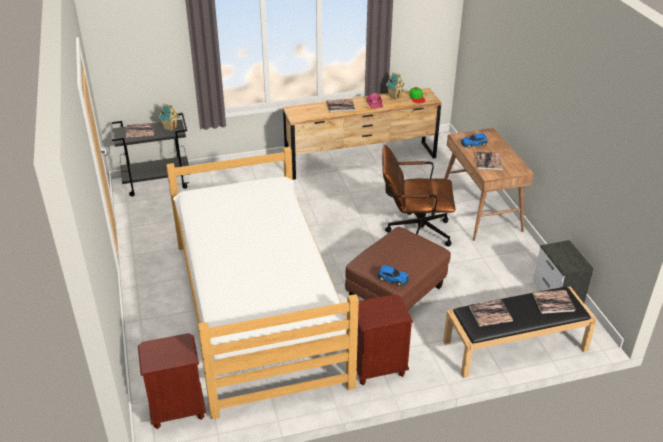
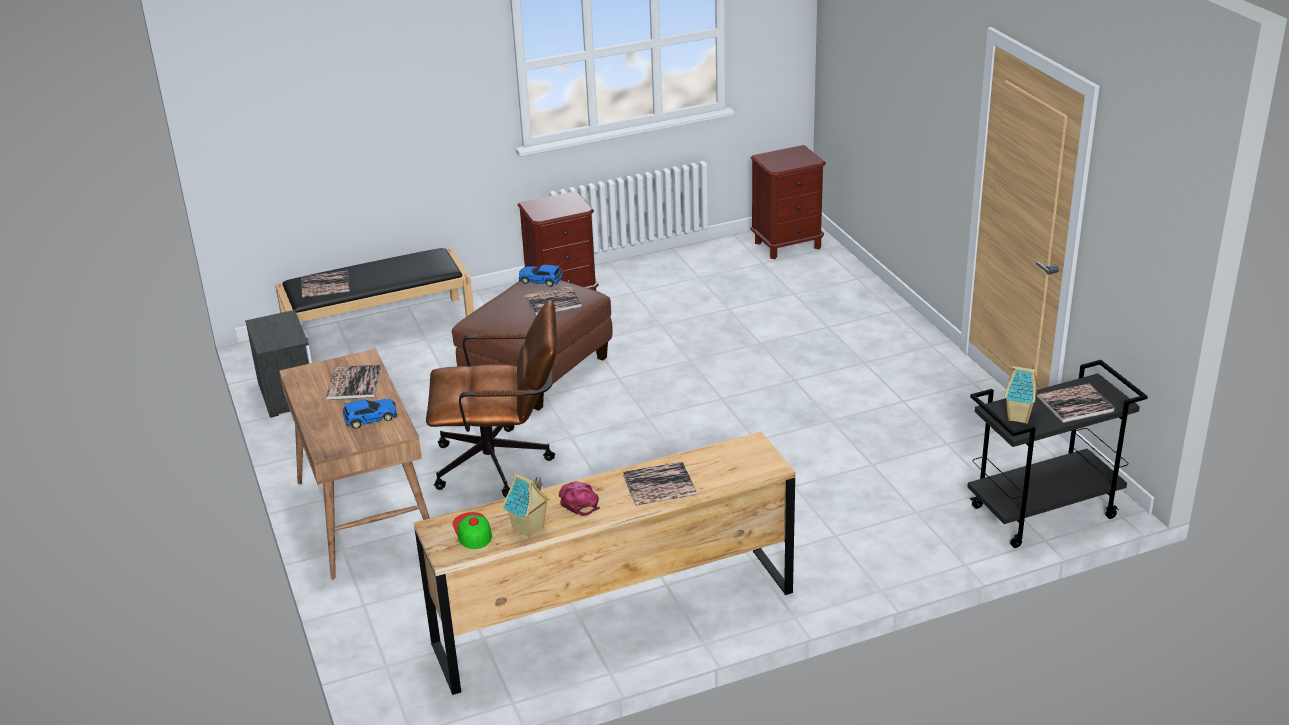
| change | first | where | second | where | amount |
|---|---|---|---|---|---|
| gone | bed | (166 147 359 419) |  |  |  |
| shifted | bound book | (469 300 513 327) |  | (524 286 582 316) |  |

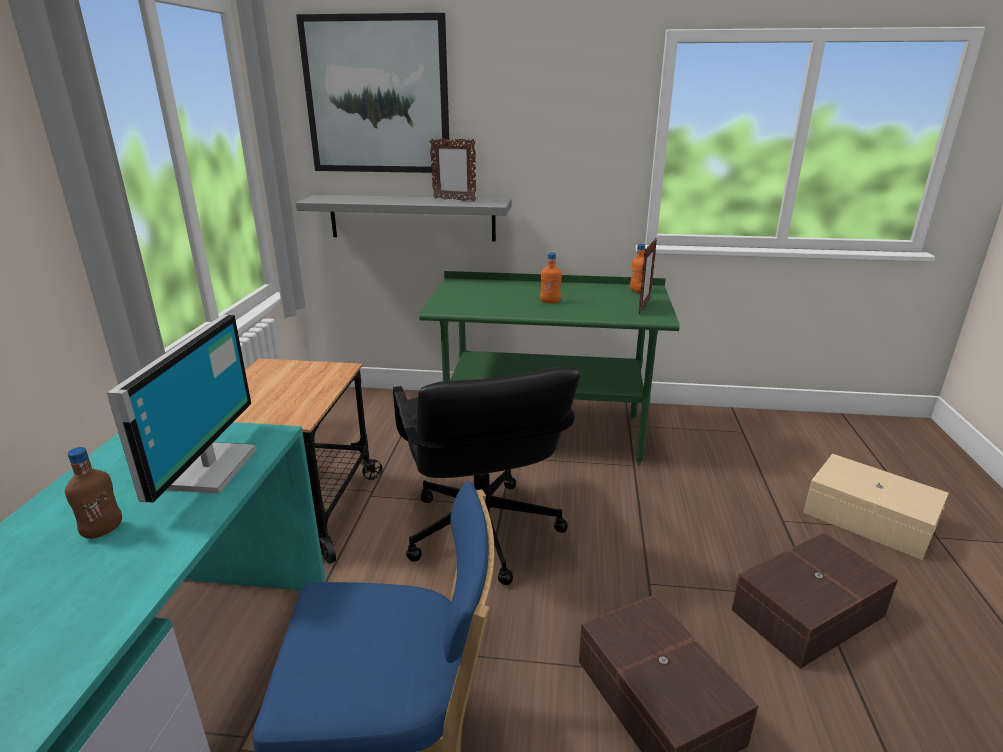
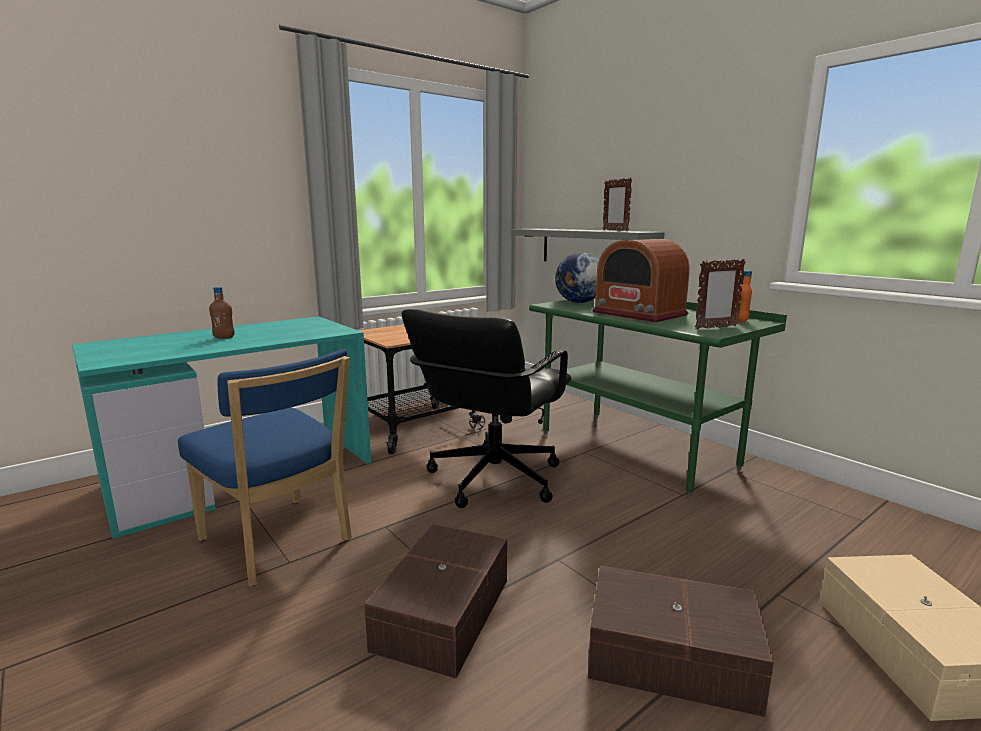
| change | first | where | second | where | amount |
|---|---|---|---|---|---|
| gone | computer screen | (107 315 257 503) |  |  |  |
| gone | wall art | (296 13 450 173) |  |  |  |
| new |  |  | world globe | (555 252 599 303) |  |
| swapped | bottle in orange | (540 252 562 304) | radio | (592 239 690 322) |  |

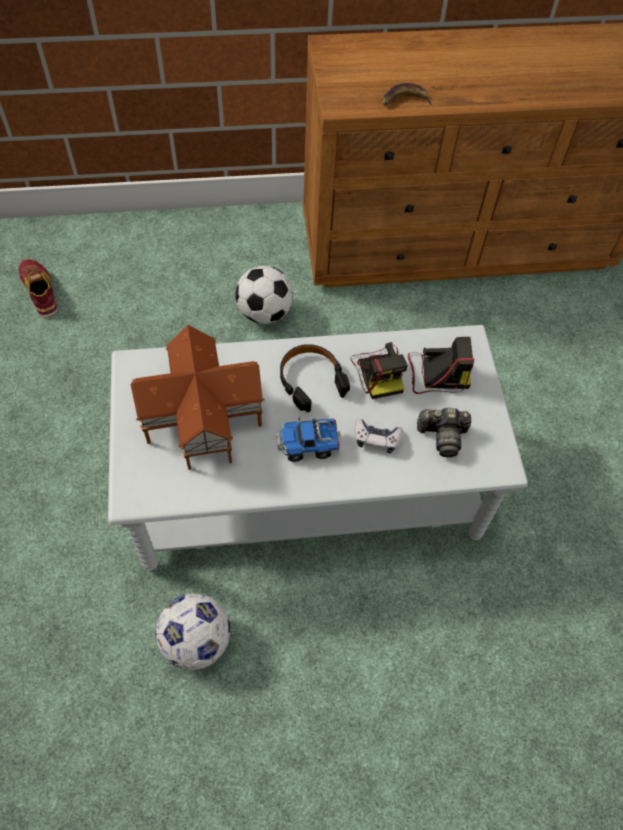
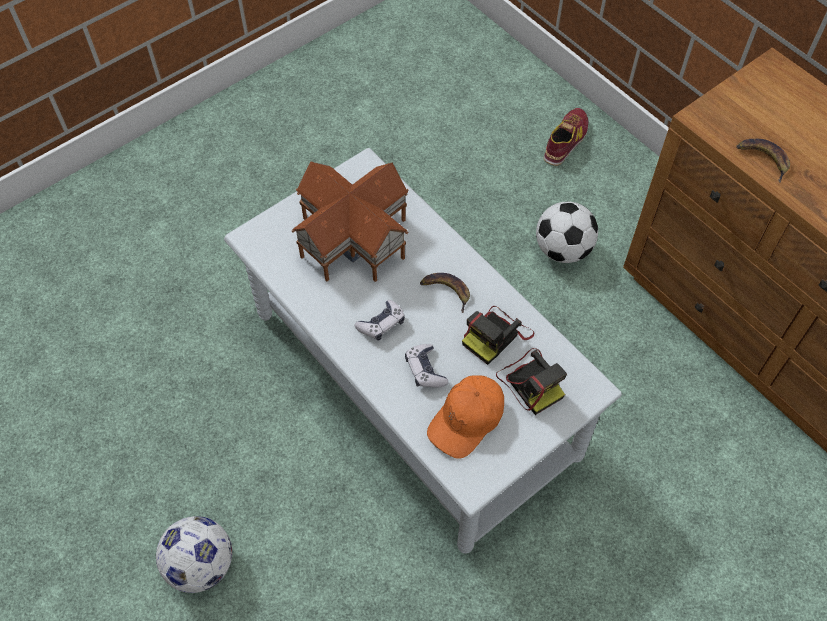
| change | first | where | second | where | amount |
|---|---|---|---|---|---|
| shifted | shoe | (18 259 58 318) |  | (544 108 588 166) |  |
| shifted | football | (155 594 231 670) |  | (156 516 233 593) |  |
| swapped | toy lorry | (276 418 341 462) | gamepad | (354 300 405 341) |  |
| swapped | headphones in black-coloured | (280 344 350 412) | banana | (420 273 470 313) |  |
| swapped | still camera | (417 408 471 457) | baseball cap in orange | (427 375 504 459) |  |

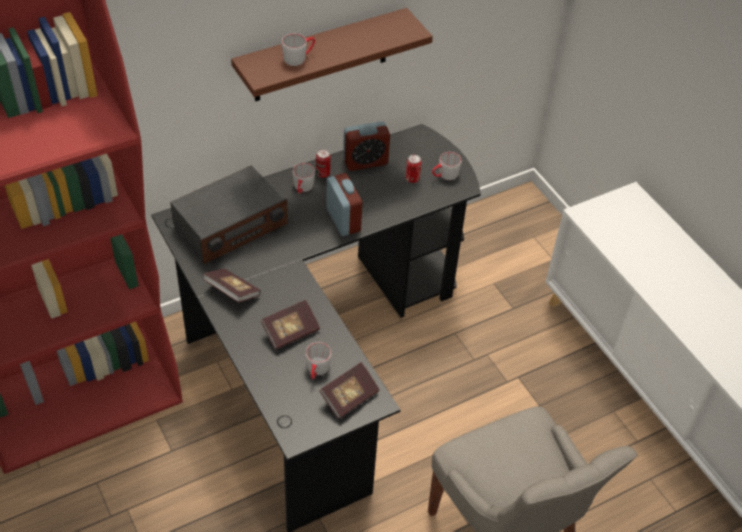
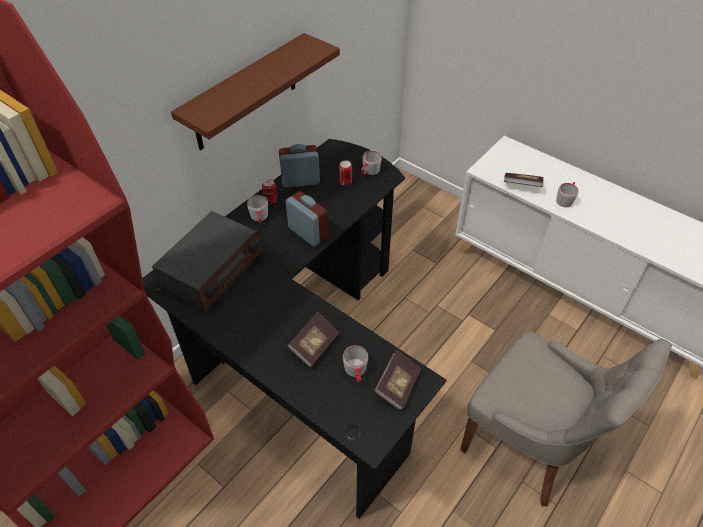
| change | first | where | second | where | amount |
|---|---|---|---|---|---|
| shifted | bound book | (203 269 261 302) |  | (504 173 544 187) |  |
| shifted | coffee mug in grey | (281 34 315 66) |  | (556 182 578 207) |  |
| rotated | alarm clock | (343 121 390 171) |  | (279 144 320 188) | 150 degrees counterclockwise |

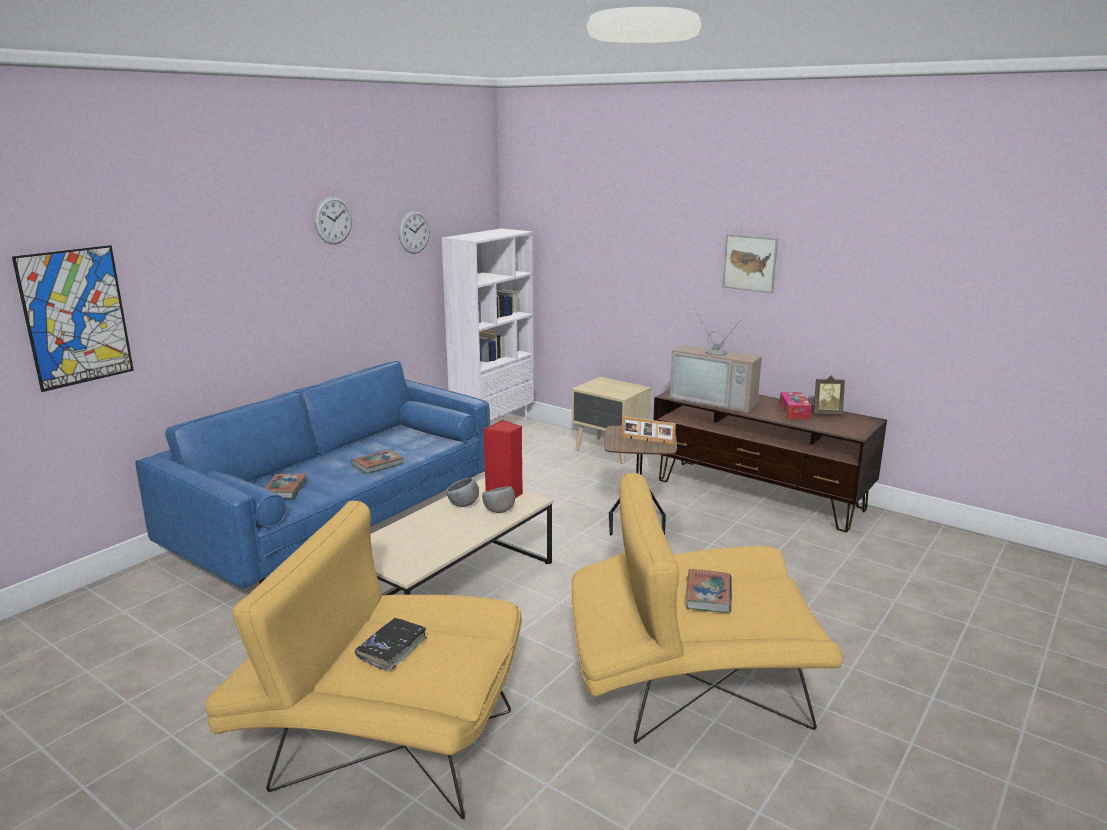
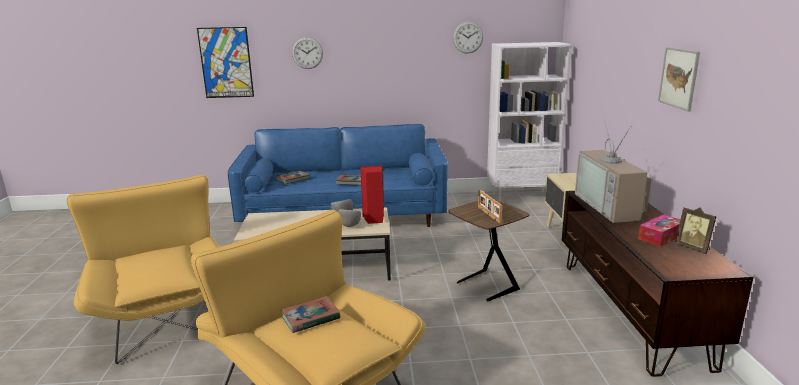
| change | first | where | second | where | amount |
|---|---|---|---|---|---|
| gone | bound book in black-coloured | (355 618 427 672) |  |  |  |
| shifted | clock on the wall | (314 196 352 244) |  | (292 37 323 69) |  |

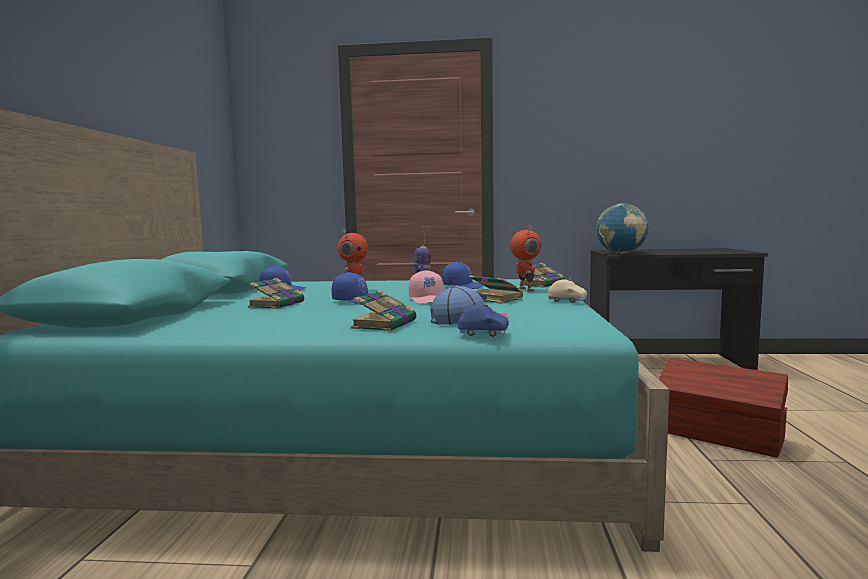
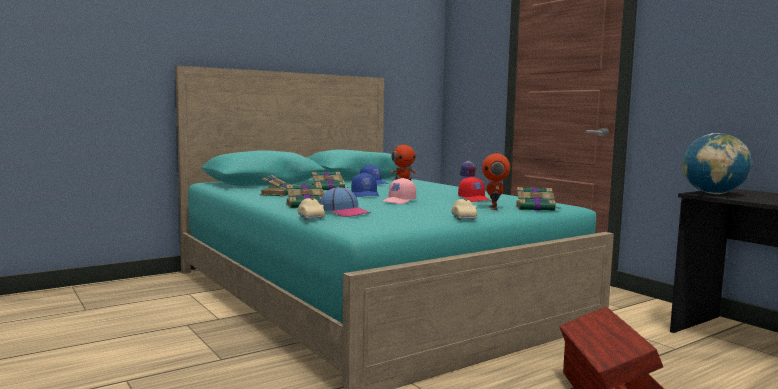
| change | first | where | second | where | amount |
|---|---|---|---|---|---|
| shifted | bound book | (469 275 523 304) |  | (260 175 290 196) |  |
| repainted | baseball cap in bluish | (442 262 484 289) | baseball cap in red | (458 177 491 202) |  |
| repainted | miniature car in bluish | (458 300 509 337) | miniature car in beige-coloured | (297 196 325 220) |  |
| rotated | toy robot | (510 225 541 292) |  | (482 148 510 210) | 150 degrees clockwise |

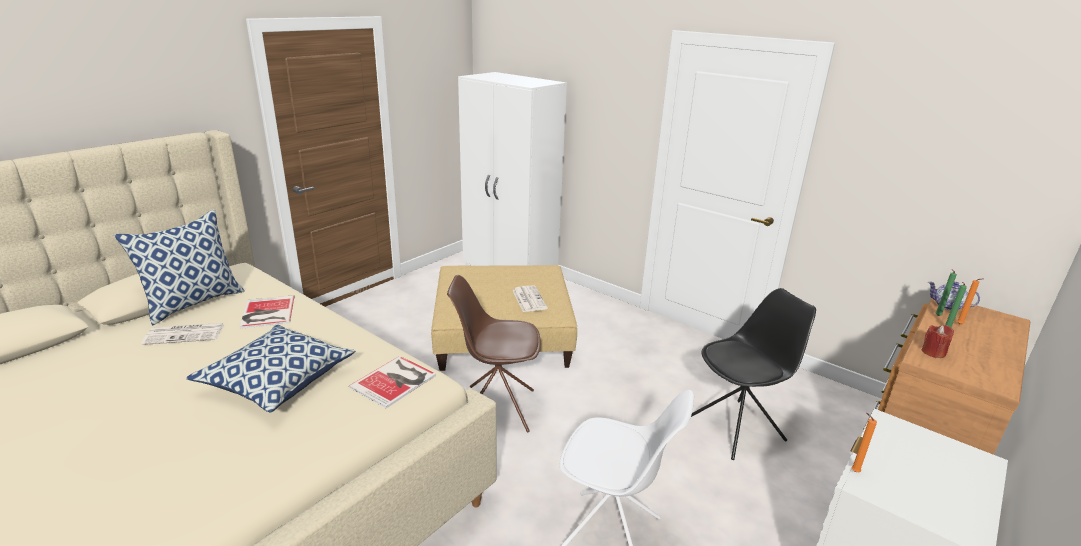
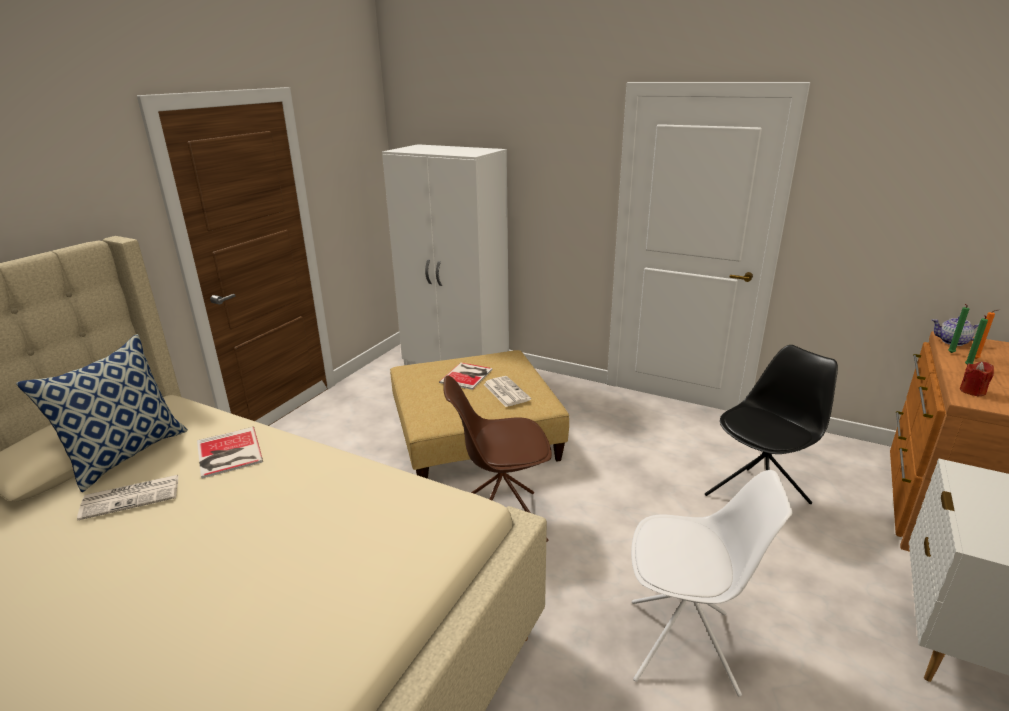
| change | first | where | second | where | amount |
|---|---|---|---|---|---|
| gone | throw pillow | (186 325 355 413) |  |  |  |
| gone | wax light in orange | (851 413 877 472) |  |  |  |
| shifted | bound book | (349 356 436 409) |  | (439 362 493 390) |  |

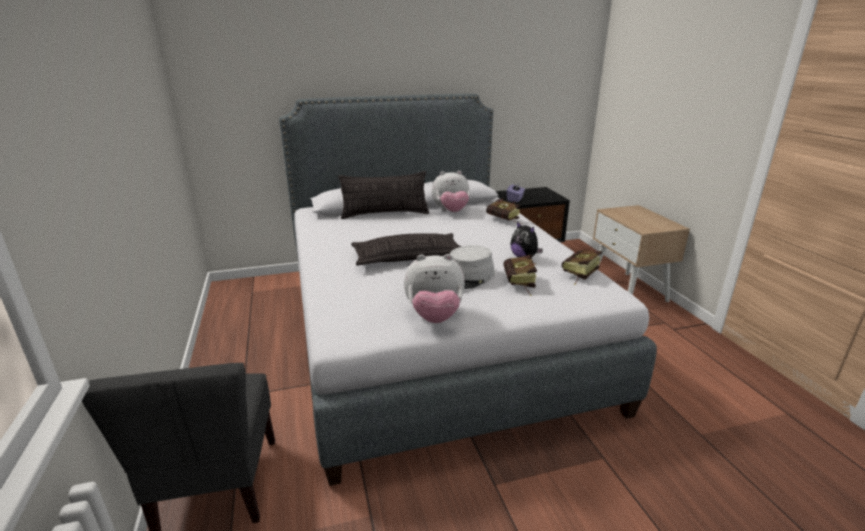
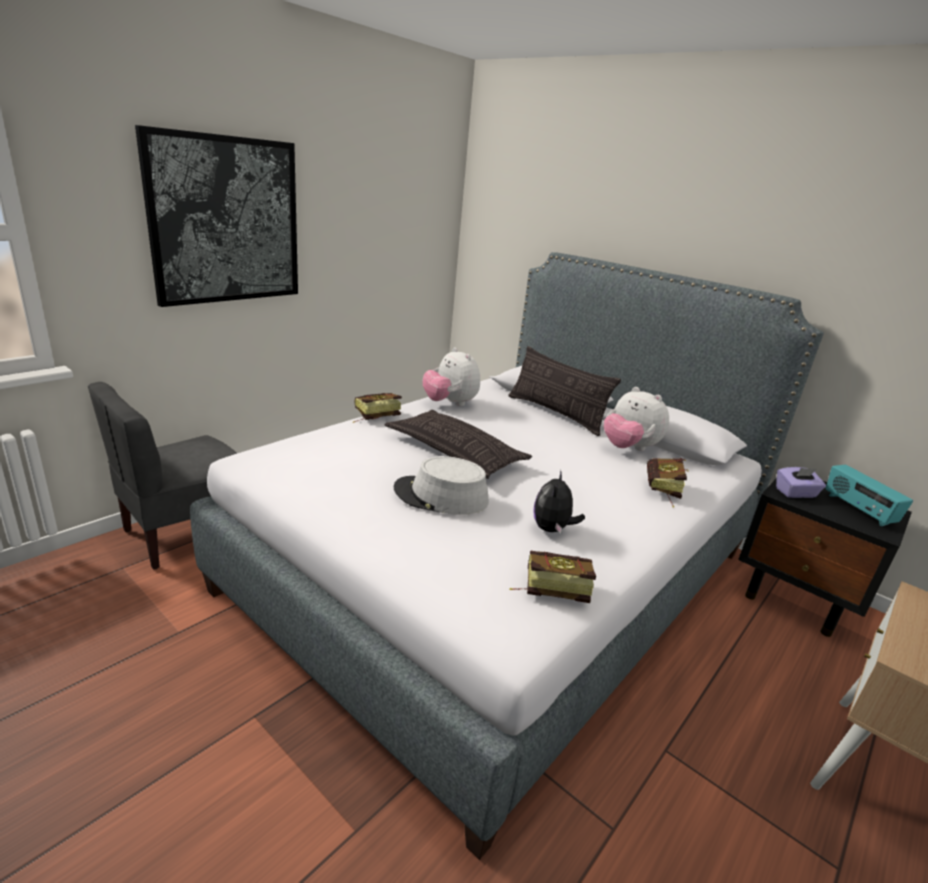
| change | first | where | second | where | amount |
|---|---|---|---|---|---|
| new |  |  | wall art | (135 125 298 307) |  |
| new |  |  | radio | (826 465 913 527) |  |
| shifted | soft toy | (404 254 465 323) |  | (423 347 480 406) |  |
| shifted | bound book | (503 255 537 296) |  | (353 393 402 423) |  |

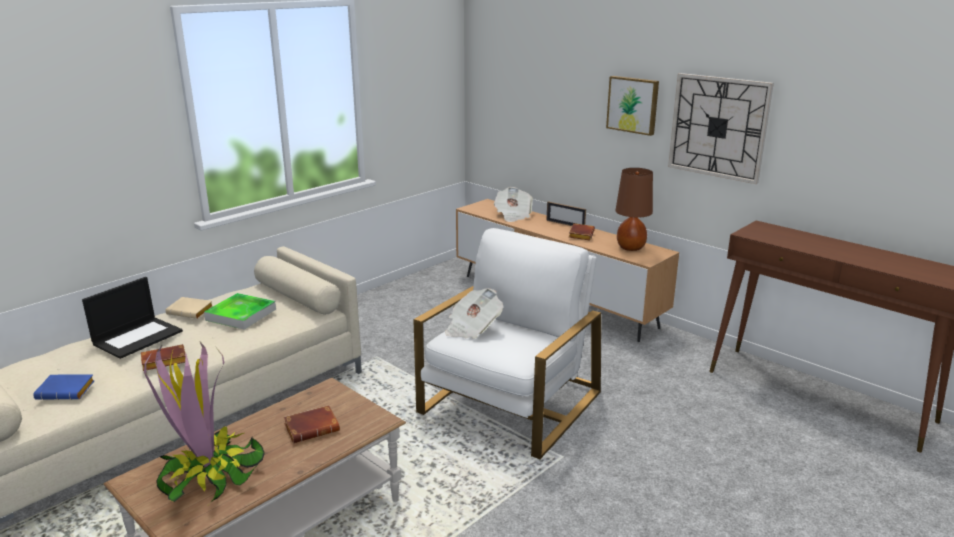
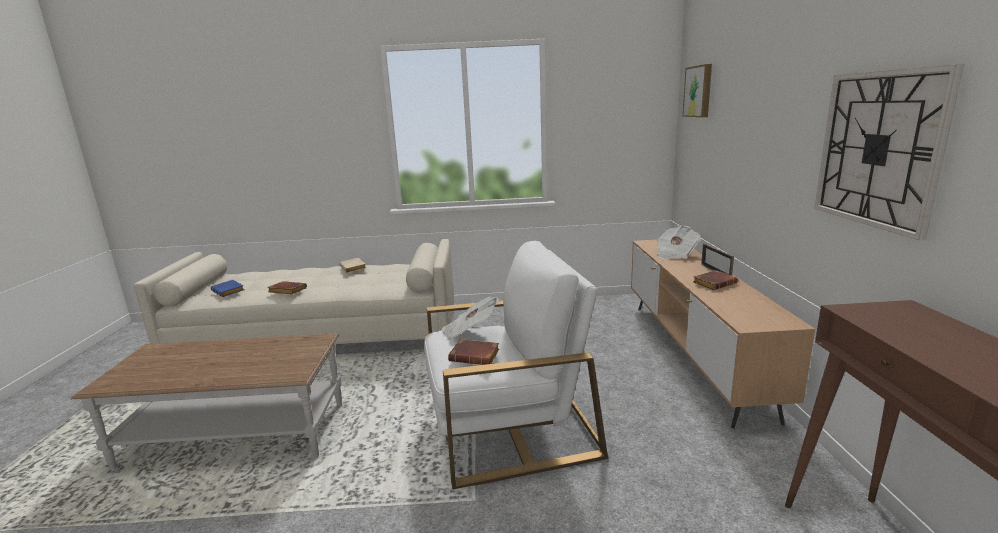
| change | first | where | second | where | amount |
|---|---|---|---|---|---|
| gone | portable computer | (82 277 183 359) |  |  |  |
| gone | houseplant | (144 342 265 504) |  |  |  |
| gone | carrying tray | (204 293 276 330) |  |  |  |
| gone | tabletop lamp in brown | (615 168 653 251) |  |  |  |
| shifted | bound book in brown | (284 405 340 443) |  | (448 339 499 365) |  |
| shifted | wall art | (606 76 659 136) |  | (683 64 712 117) |  |

